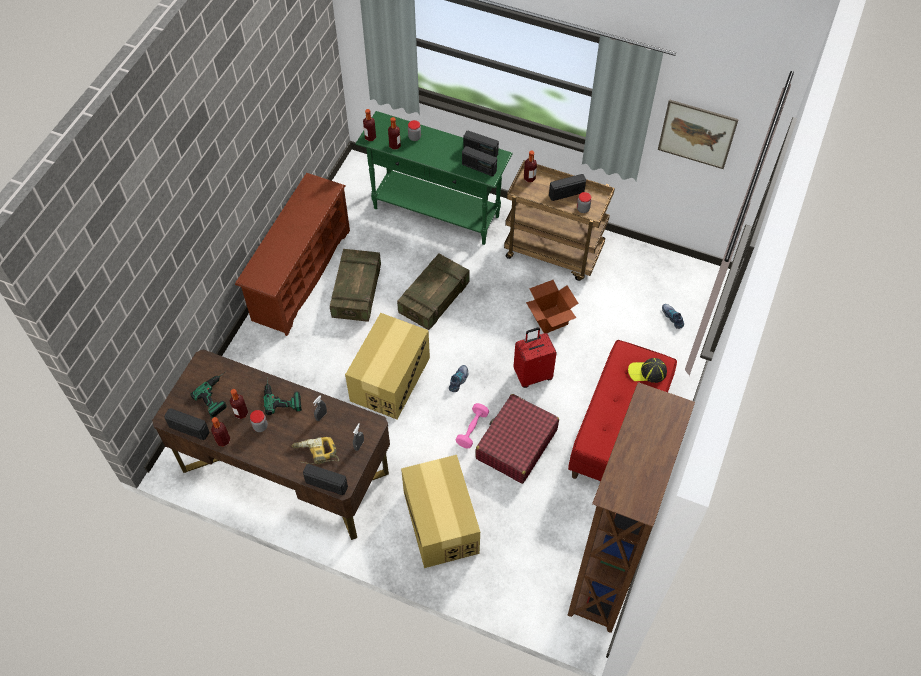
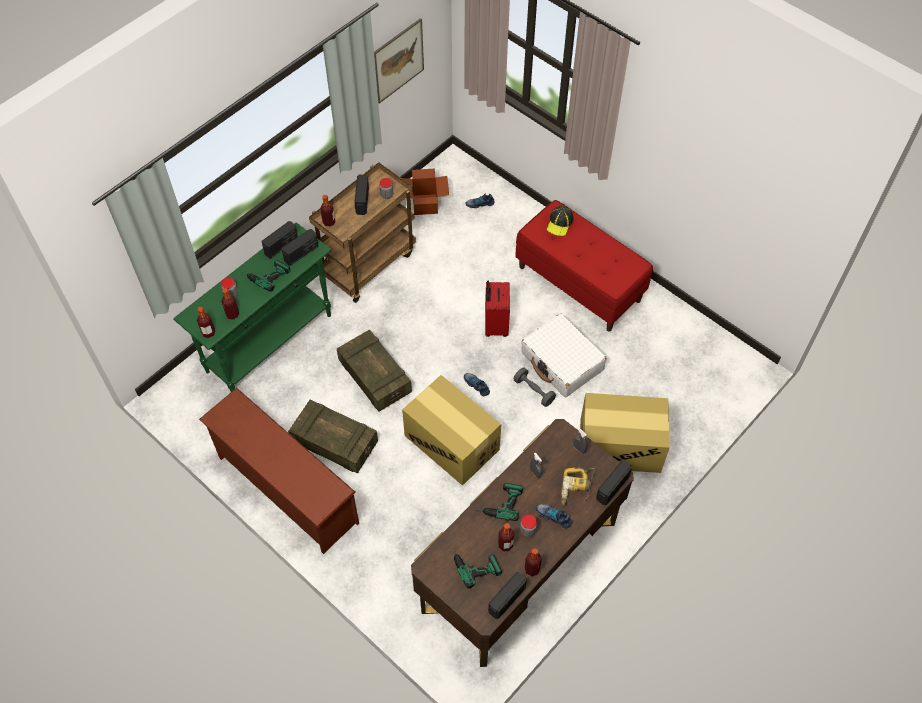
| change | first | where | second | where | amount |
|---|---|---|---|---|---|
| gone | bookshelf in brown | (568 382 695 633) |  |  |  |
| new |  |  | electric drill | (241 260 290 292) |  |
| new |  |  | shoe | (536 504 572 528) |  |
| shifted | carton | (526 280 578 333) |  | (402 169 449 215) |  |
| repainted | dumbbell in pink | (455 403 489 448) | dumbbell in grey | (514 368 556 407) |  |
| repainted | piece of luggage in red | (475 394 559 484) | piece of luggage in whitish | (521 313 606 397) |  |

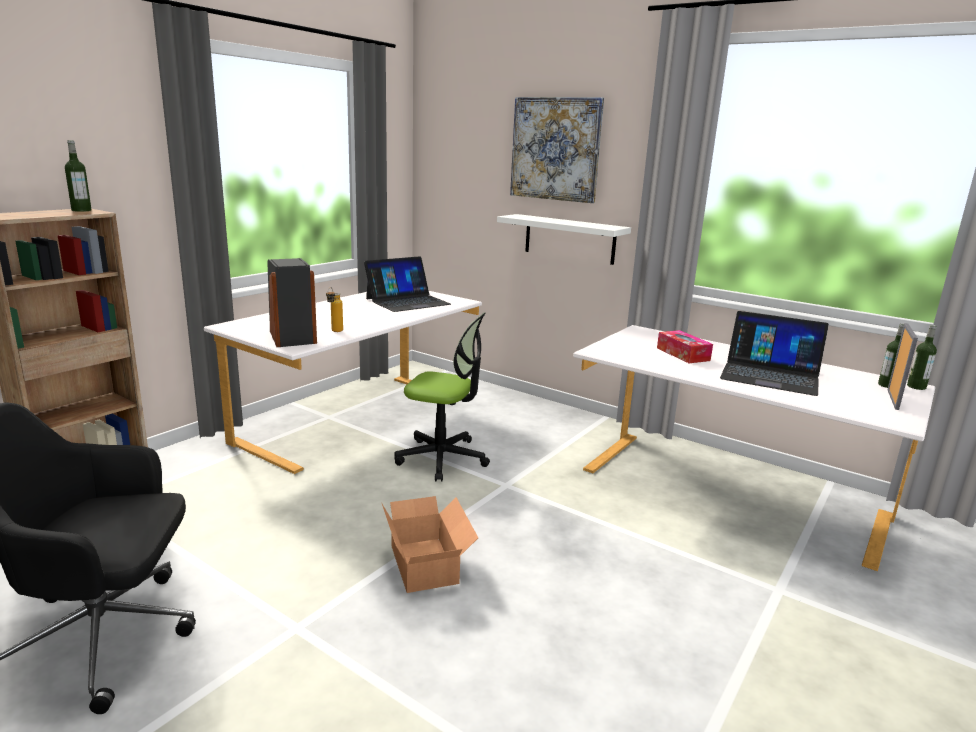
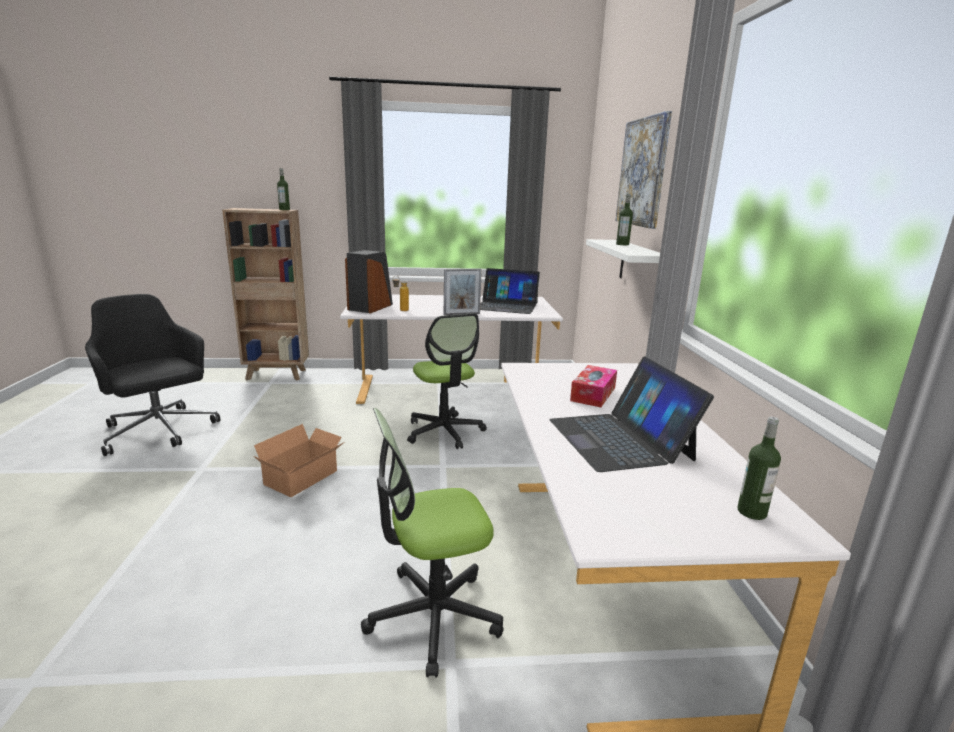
| change | first | where | second | where | amount |
|---|---|---|---|---|---|
| new |  |  | office chair | (361 408 503 677) |  |
| shifted | picture frame | (888 323 918 410) |  | (444 268 482 315) |  |
| shifted | bottle | (907 325 937 390) |  | (616 194 633 245) |  |

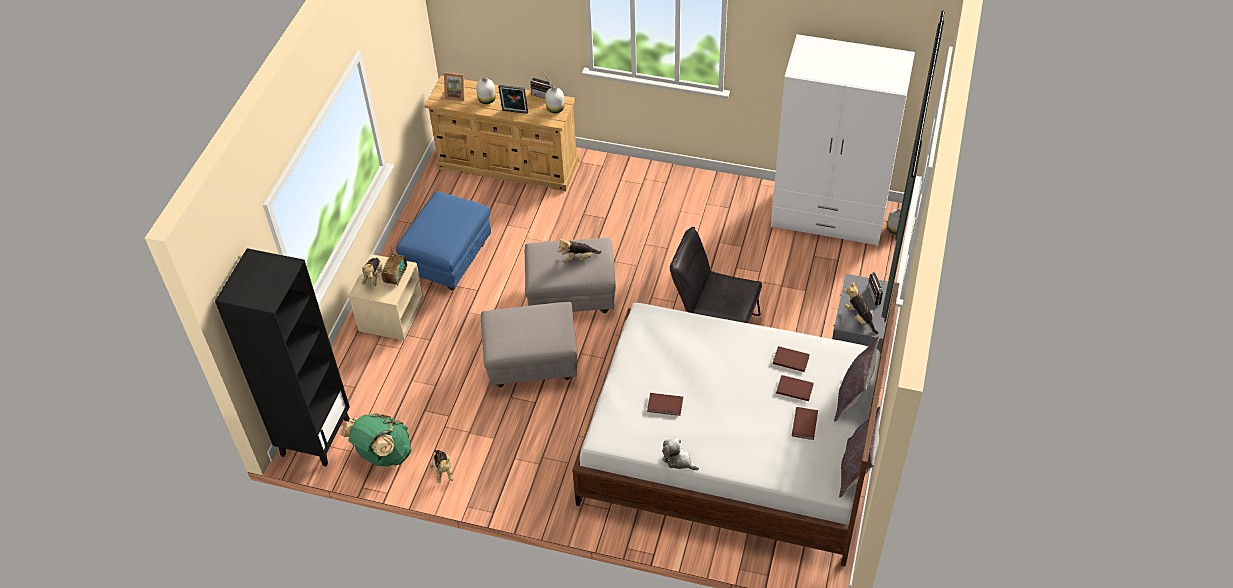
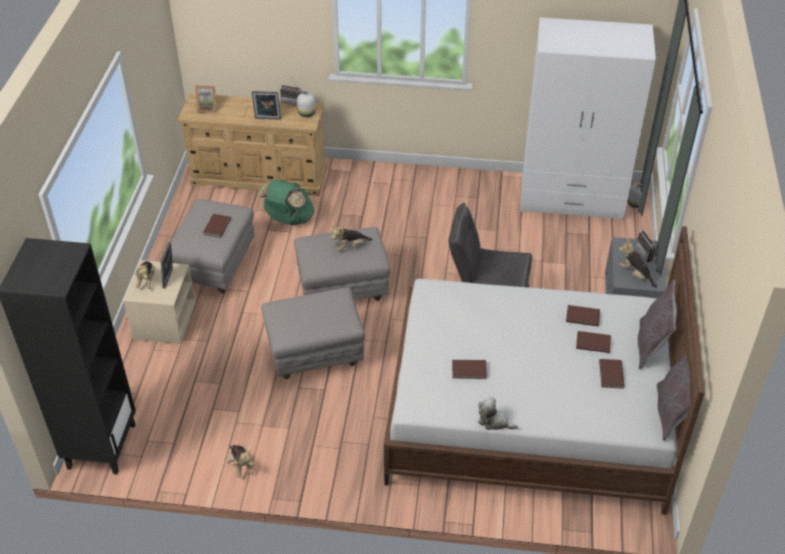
| change | first | where | second | where | amount |
|---|---|---|---|---|---|
| gone | decorative vase in whitish | (476 78 496 104) |  |  |  |
| new |  |  | bound book in brown | (203 214 231 238) |  |
| shifted | knapsack in green | (340 413 412 466) |  | (257 180 314 226) |  |
| swapped | radio | (381 245 407 286) | picture frame | (161 241 173 289) |  |
| repainted | pouffe in bluish | (396 191 491 290) | pouffe in grey | (171 199 255 293) |  |

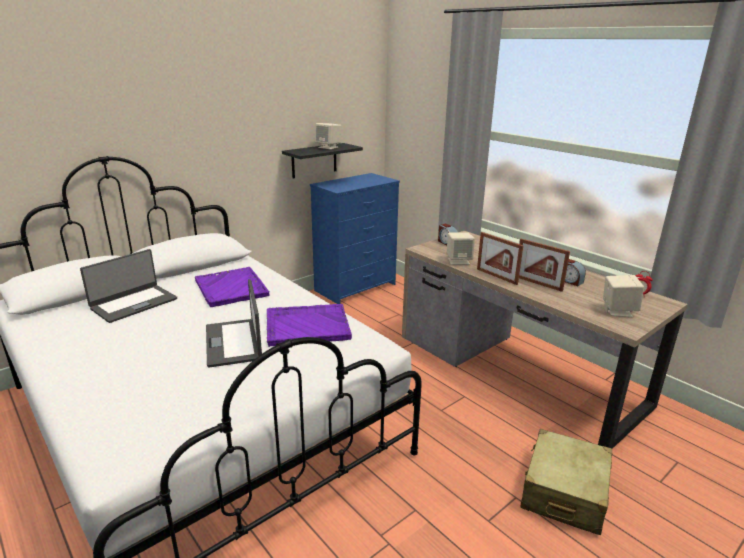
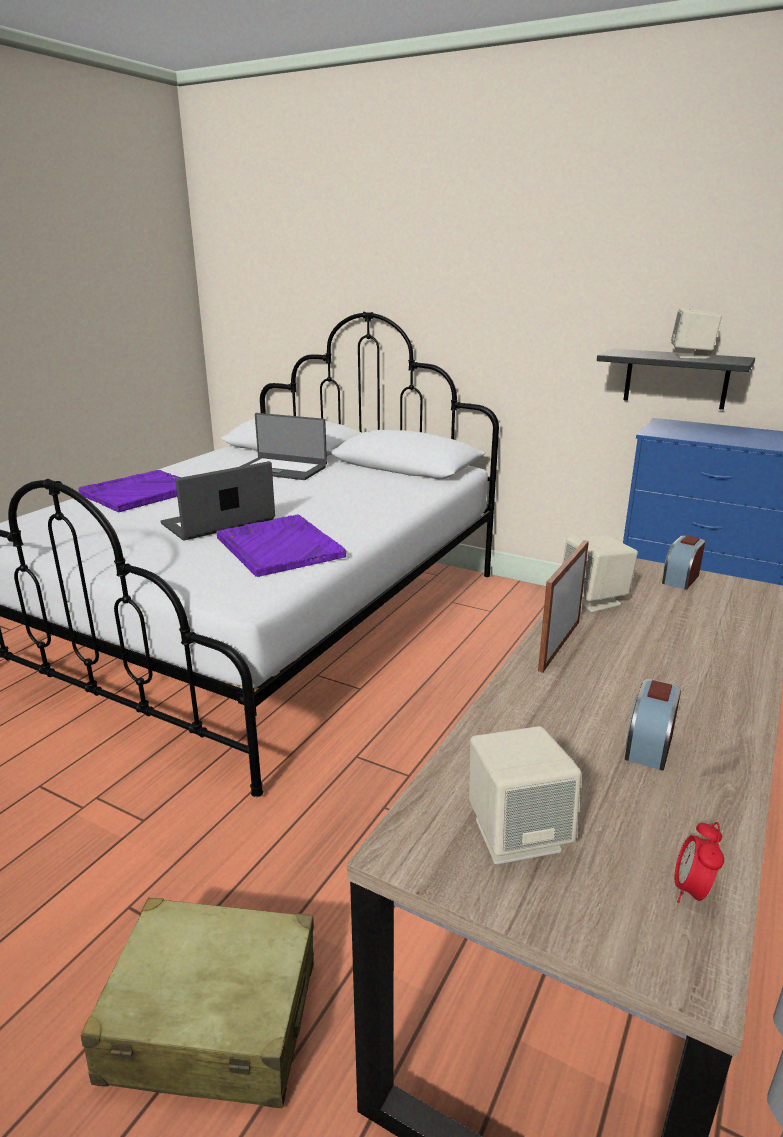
| change | first | where | second | where | amount |
|---|---|---|---|---|---|
| gone | picture frame | (519 239 570 292) |  |  |  |
| shifted | carrying tray in purplish | (195 267 270 307) |  | (78 470 181 512) |  |

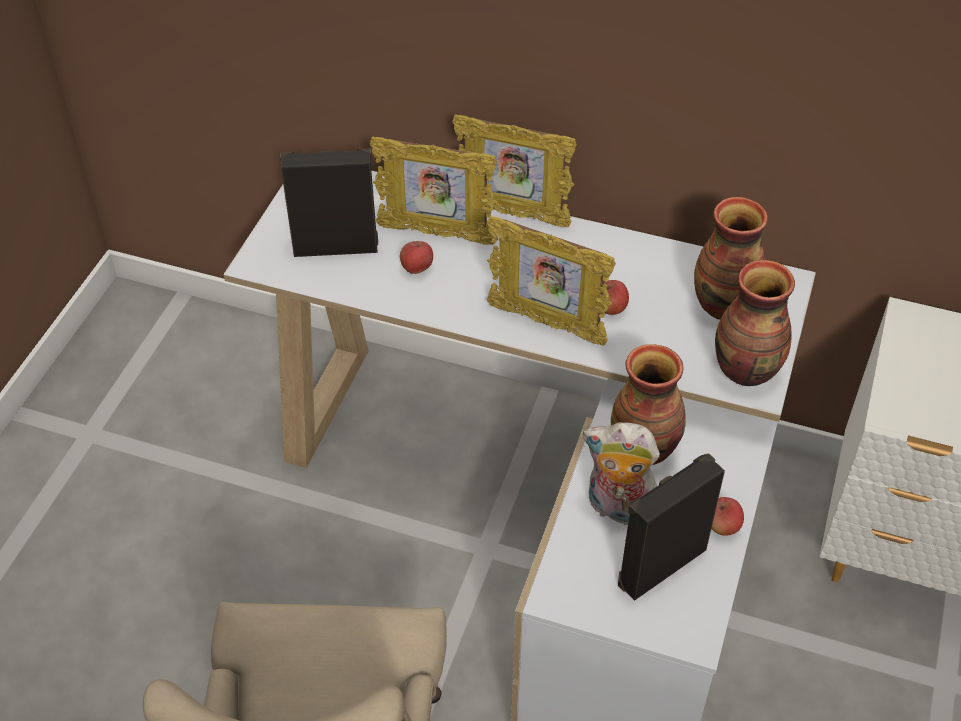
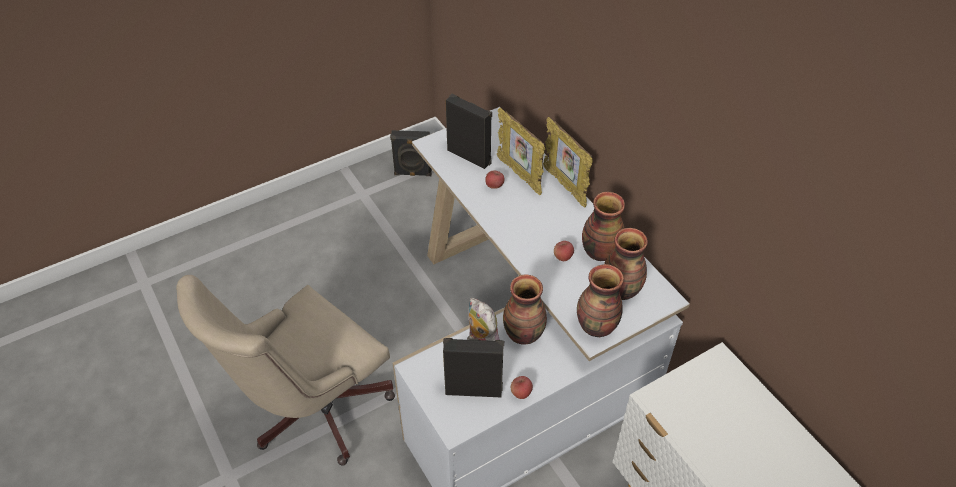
| change | first | where | second | where | amount |
|---|---|---|---|---|---|
| gone | picture frame | (487 216 616 346) |  |  |  |
| new |  |  | audio speaker in black-coloured | (390 130 432 176) |  |
| new |  |  | decorative vase | (582 192 625 261) |  |

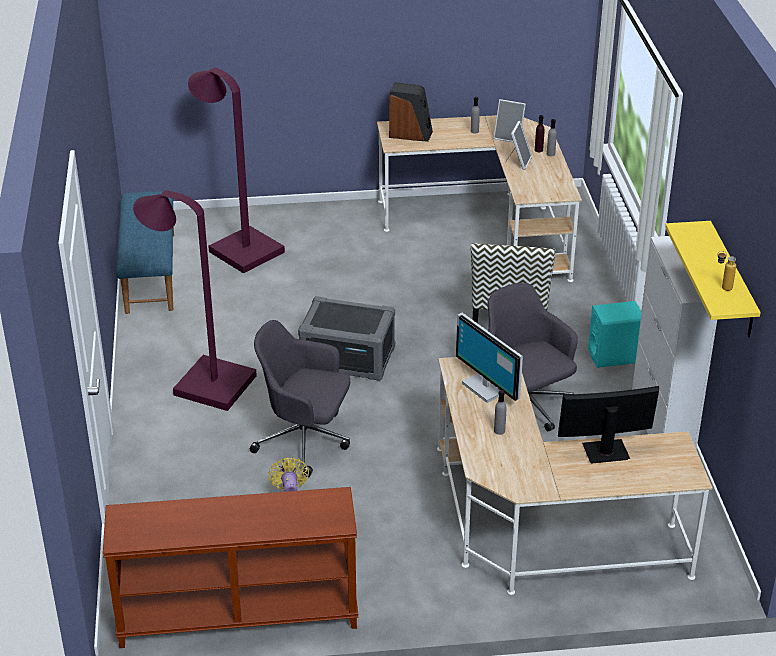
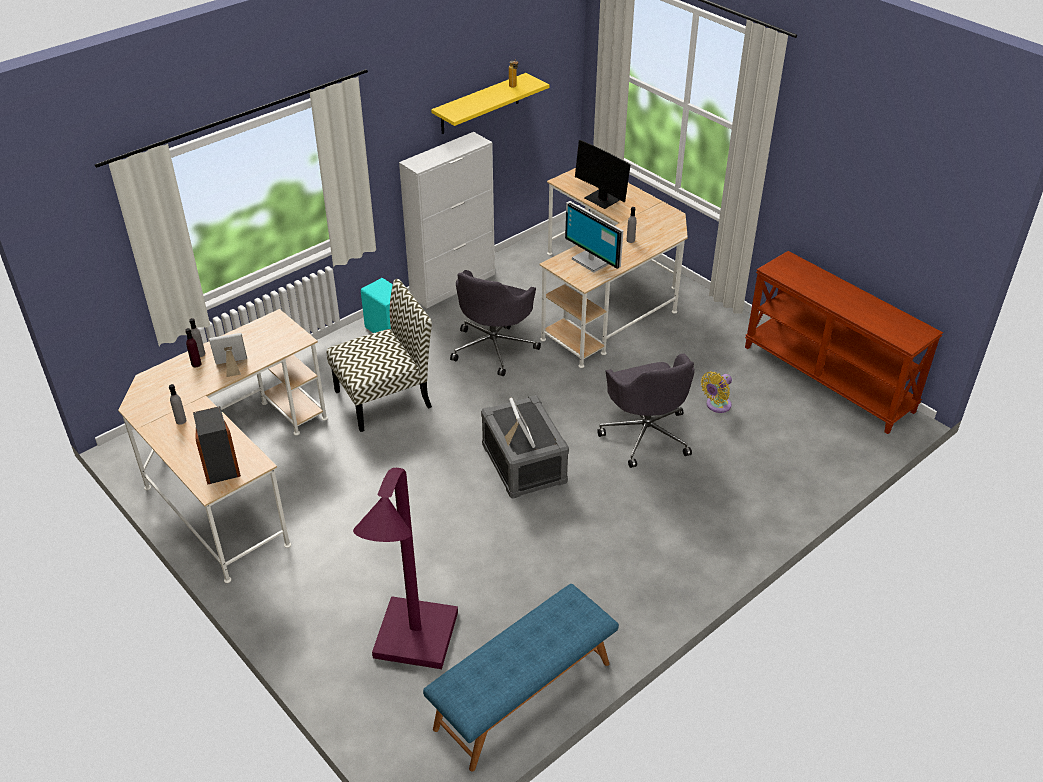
| change | first | where | second | where | amount |
|---|---|---|---|---|---|
| gone | standard lamp in purplish | (133 190 257 411) |  |  |  |
| shifted | picture frame | (494 99 526 143) |  | (505 398 535 448) |  |
| rotated | computer screen | (456 313 523 403) |  | (565 201 623 272) | 120 degrees clockwise |

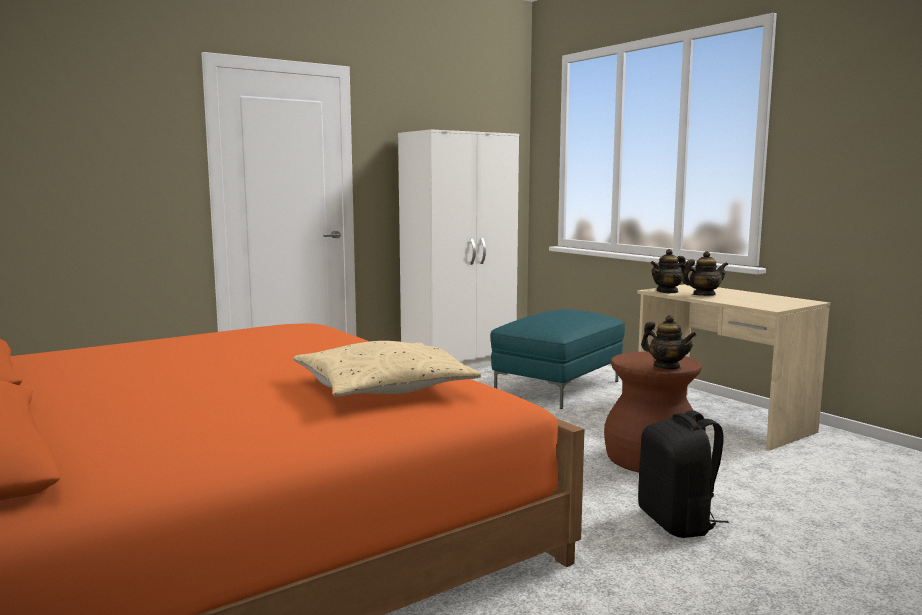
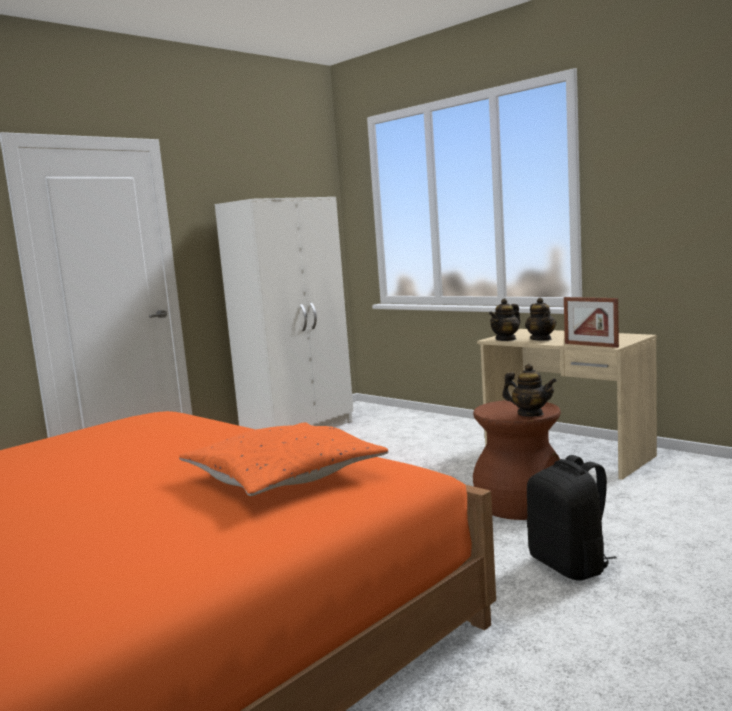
| change | first | where | second | where | amount |
|---|---|---|---|---|---|
| gone | pouffe in blue-green | (490 309 625 409) |  |  |  |
| new |  |  | picture frame | (564 297 619 348) |  |
| repainted | throw pillow in beige-coloured | (294 341 481 397) | throw pillow in orange | (179 422 388 496) |  |
| rotated | pot for tea | (682 251 728 296) |  | (525 298 556 341) | 105 degrees clockwise |

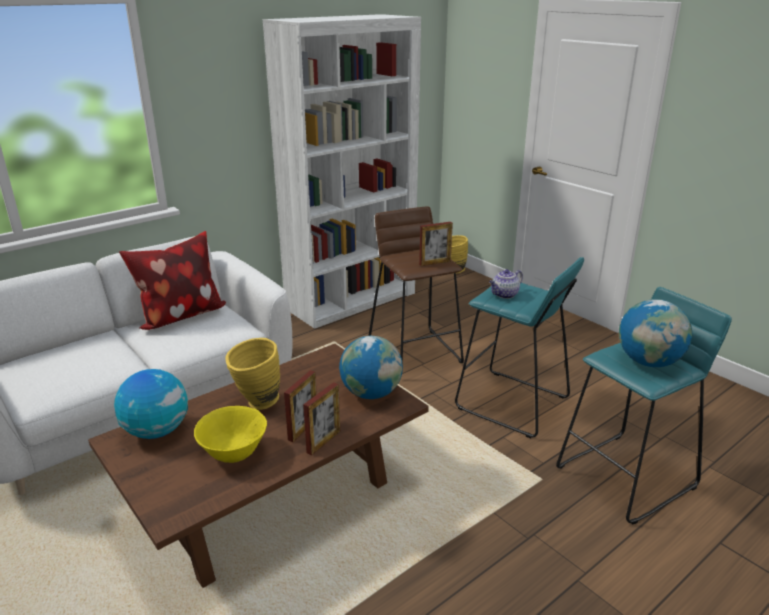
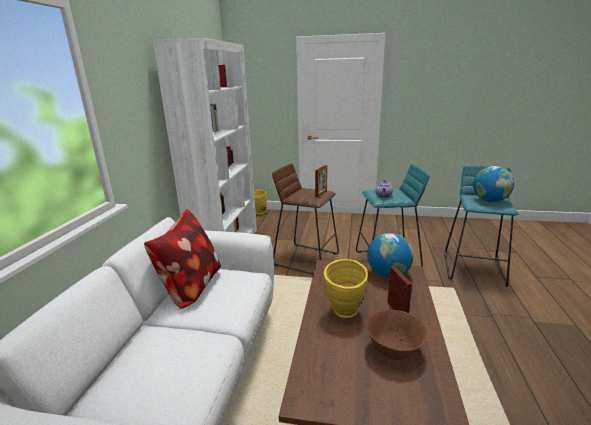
| change | first | where | second | where | amount |
|---|---|---|---|---|---|
| gone | world globe | (114 369 188 439) |  |  |  |
| gone | picture frame | (303 382 340 455) |  |  |  |
| repainted | bowl in yellowish | (194 406 267 463) | bowl in brown | (366 309 428 360) |  |

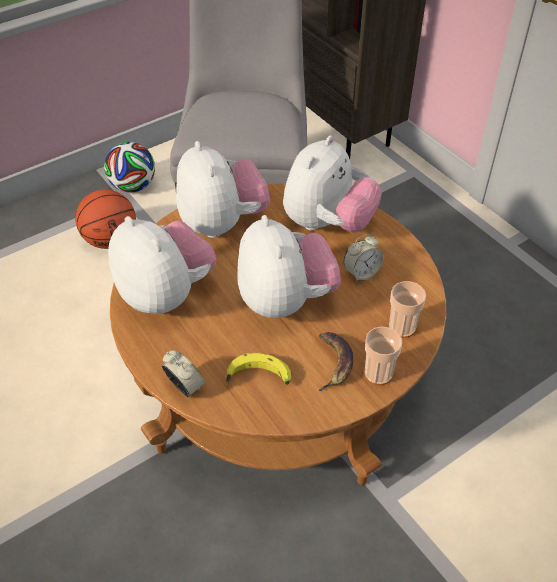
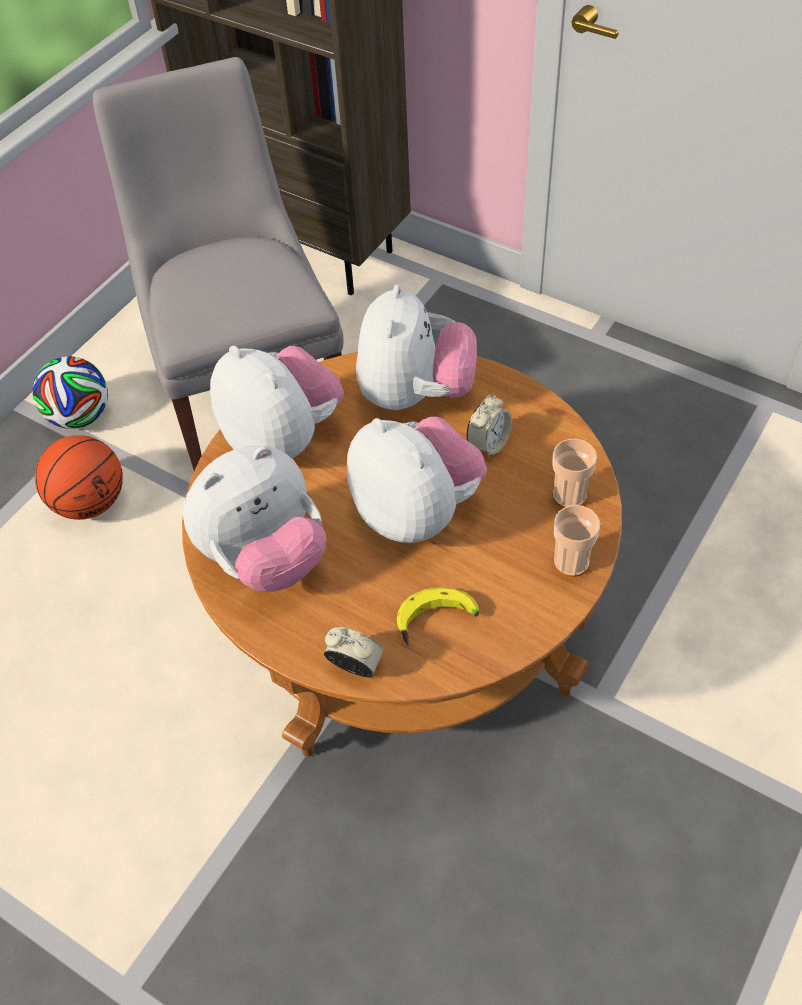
| change | first | where | second | where | amount |
|---|---|---|---|---|---|
| gone | banana | (319 332 353 391) |  |  |  |
| rotated | soft toy | (108 216 217 314) |  | (183 446 326 592) | 120 degrees clockwise |

